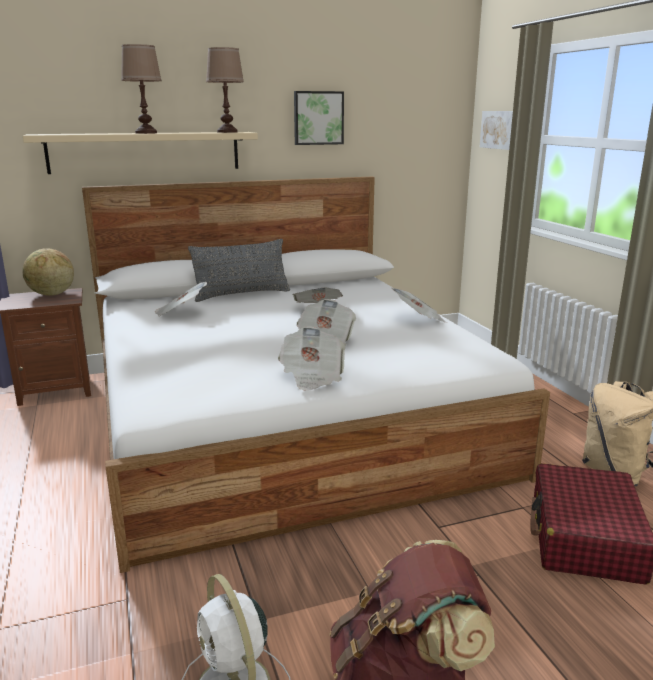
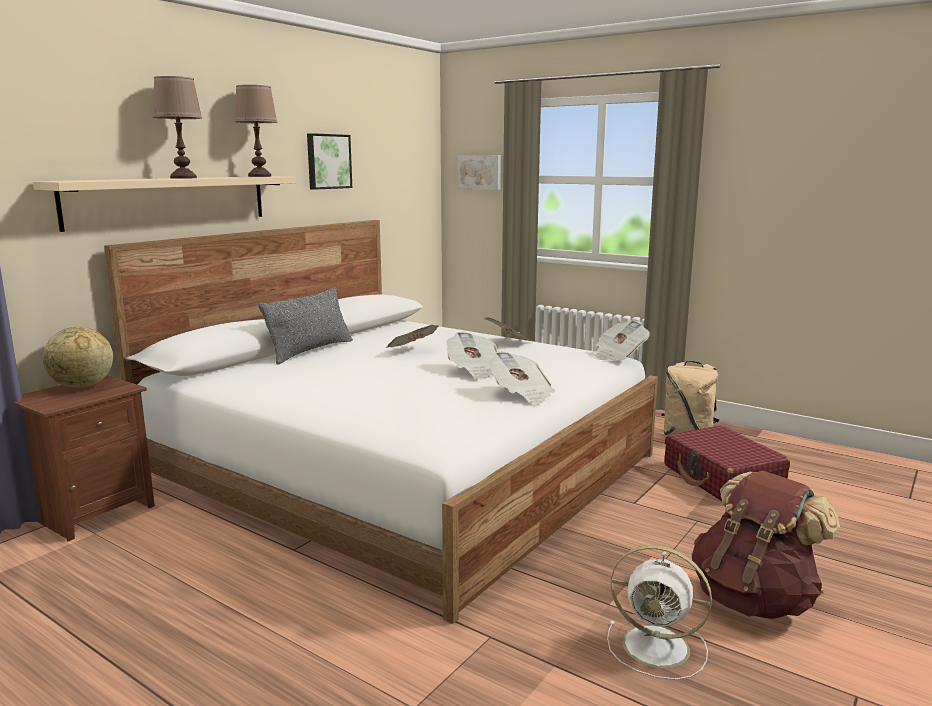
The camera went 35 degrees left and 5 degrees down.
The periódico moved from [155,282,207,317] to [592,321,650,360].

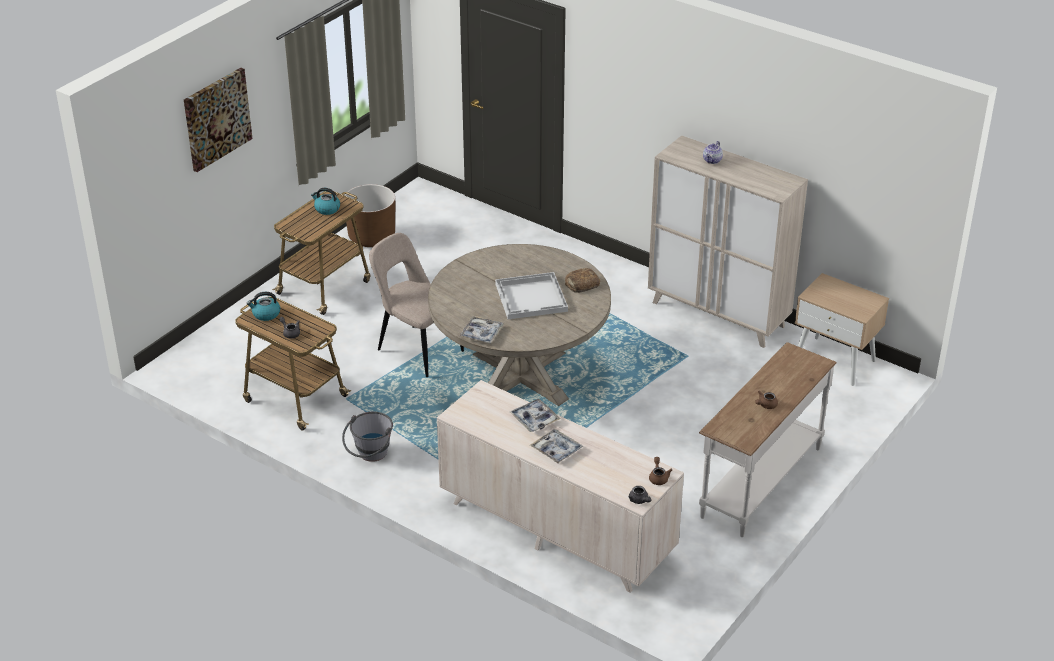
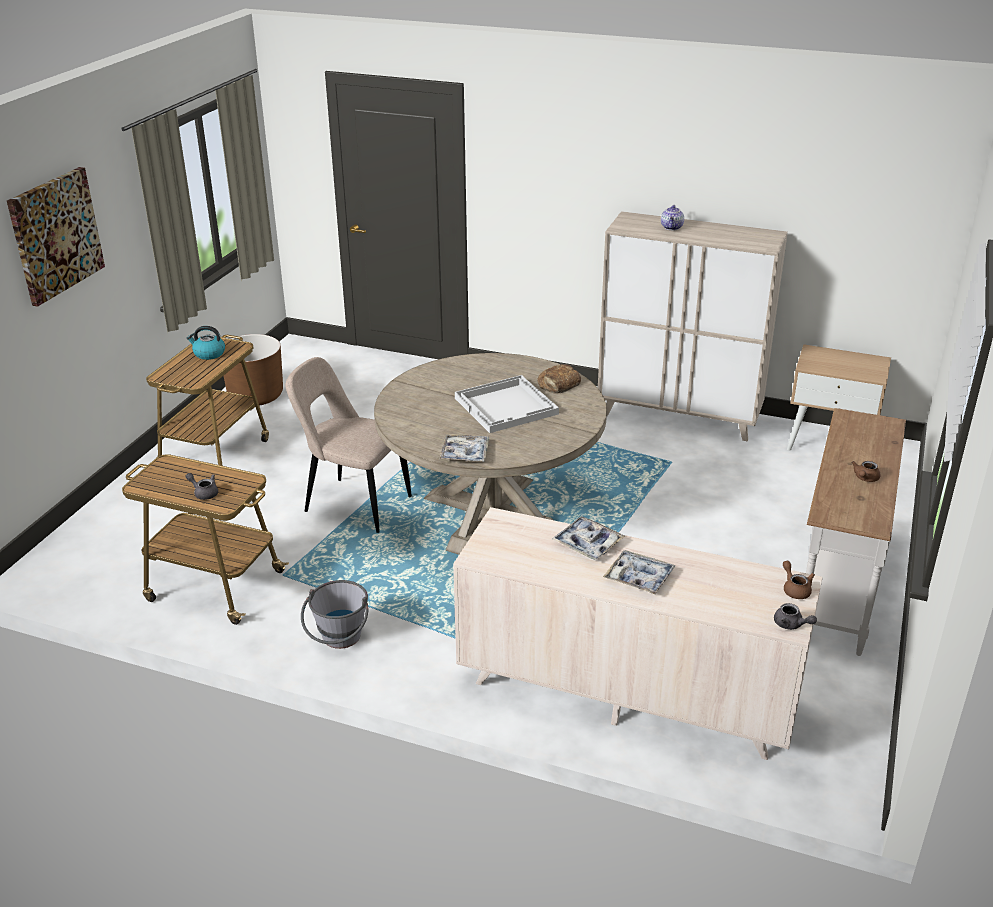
The camera went 15 degrees left and 5 degrees down.
The hervidor at [247,292,280,321] disappeared.

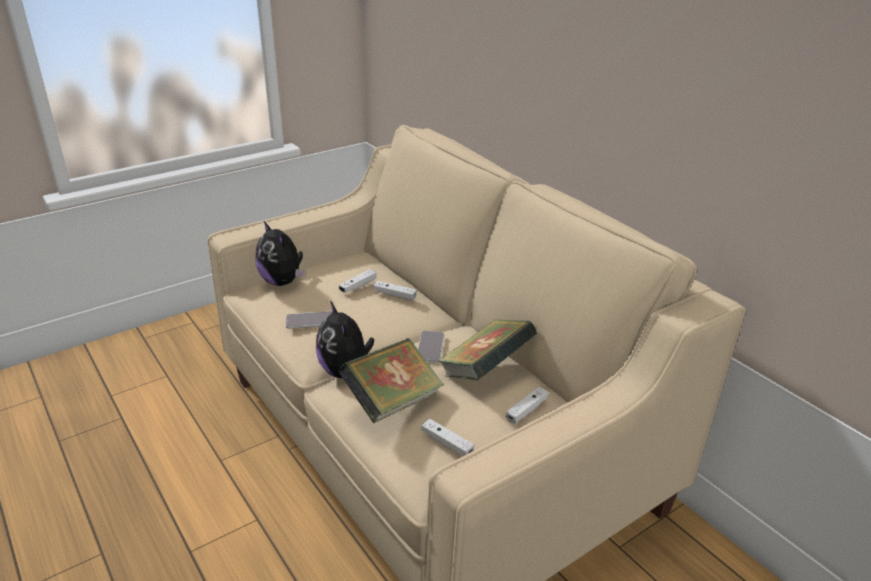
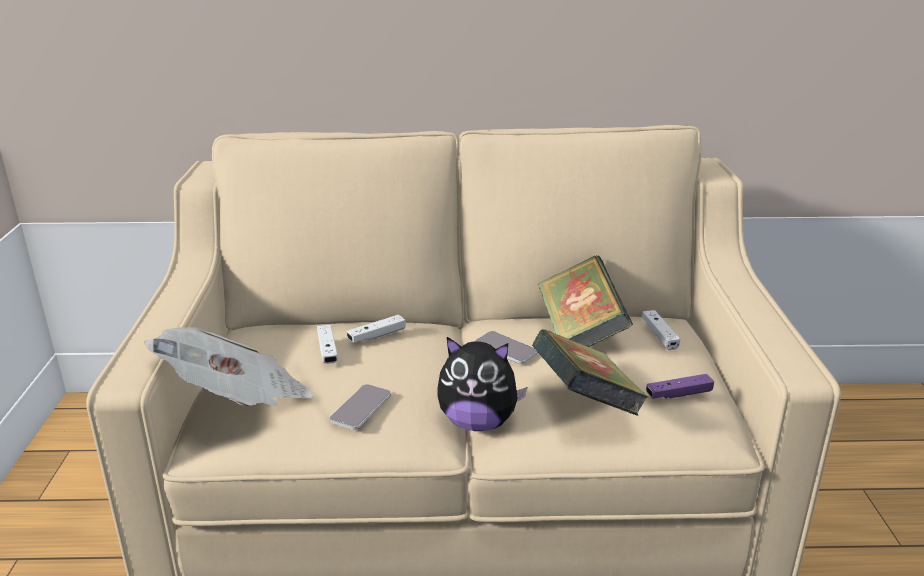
The camera went 55 degrees left and 5 degrees down.
The peluche at [255,221,305,286] was replaced by the periódico at [144,327,315,406].
The mando de consola/blanco at [421,419,474,456] became the mando de consola/morado at [646,374,714,399].

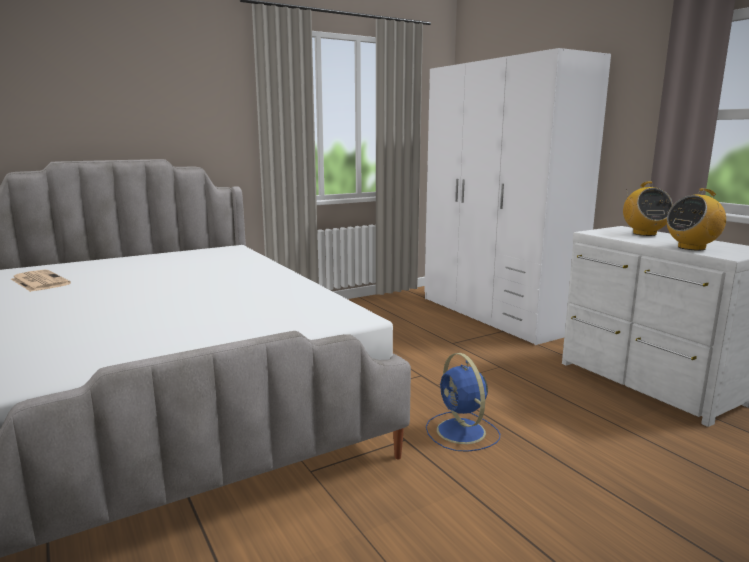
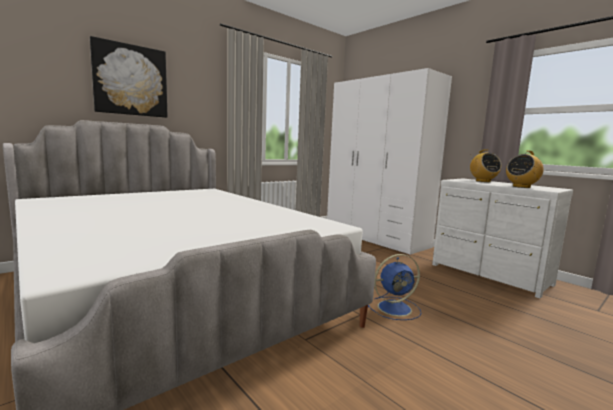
The camera went 10 degrees left and 5 degrees down.
The periódico at [11,270,71,292] disappeared.
The ventilador/azul at [426,353,500,452] turned 75 degrees counterclockwise.
The cuadro at [90,36,168,118] appeared.

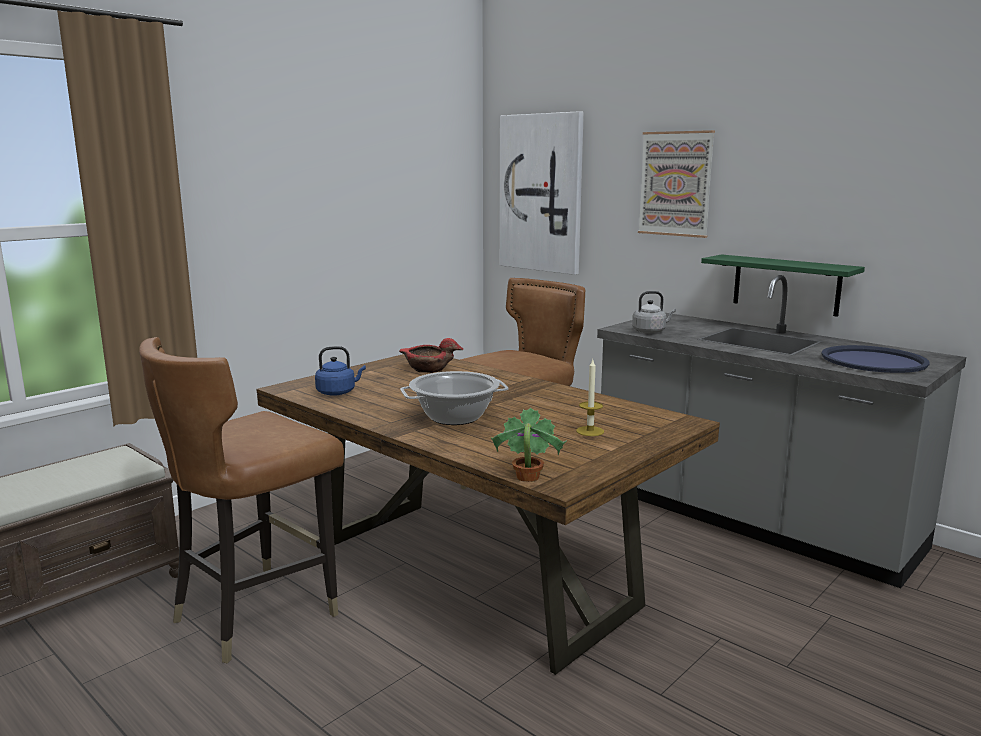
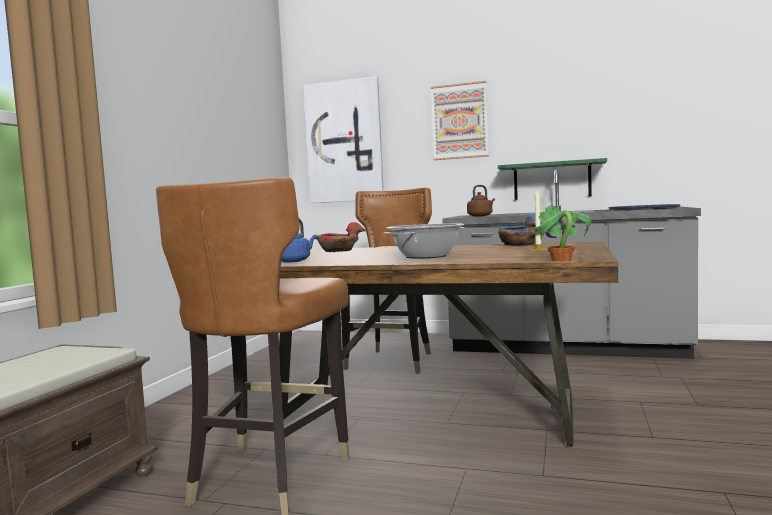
The camera went 25 degrees left and 10 degrees down.
The hervidor/gris at [632,291,676,334] became the hervidor/marrón at [467,185,495,217].
The cuenco/azul at [498,215,542,246] appeared.

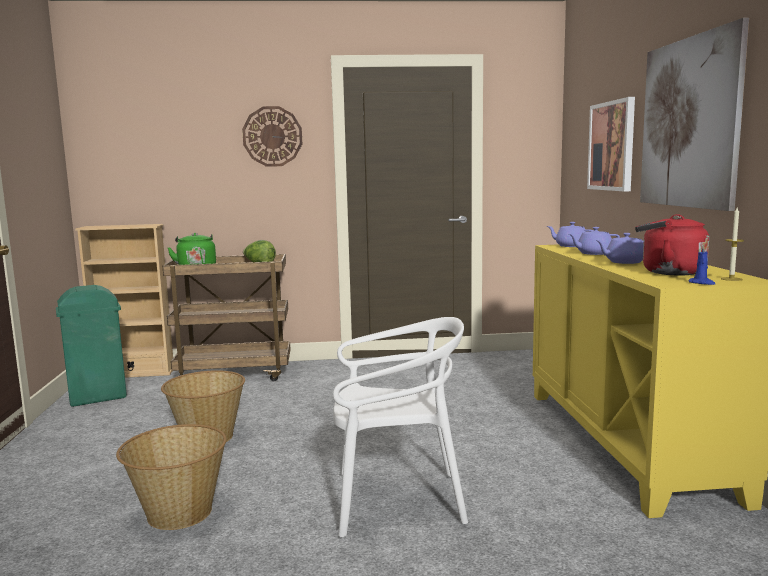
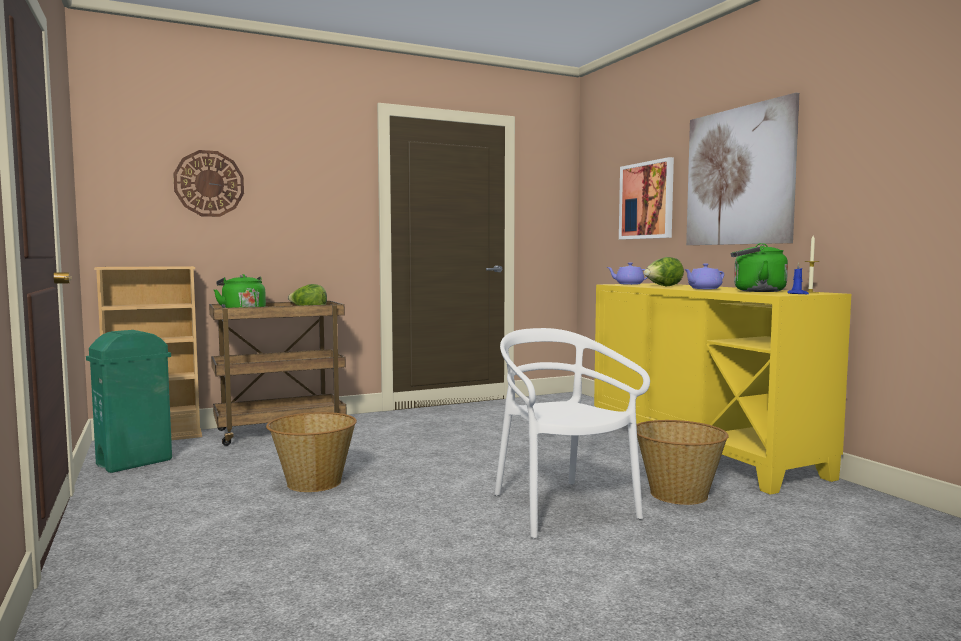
The camera went 20 degrees left and 5 degrees down.
The reloj de pared moved from [242,106,302,167] to [173,150,244,217].
The hervidor/rojo at [635,214,709,276] became the hervidor/verde at [731,243,788,292].
The tetera/morado at [569,227,620,255] was replaced by the lechuga at [644,257,684,287].
The silla/blanco at [333,317,468,537] turned 90 degrees counterclockwise.
The cesta moved from [116,424,227,530] to [637,420,729,505].

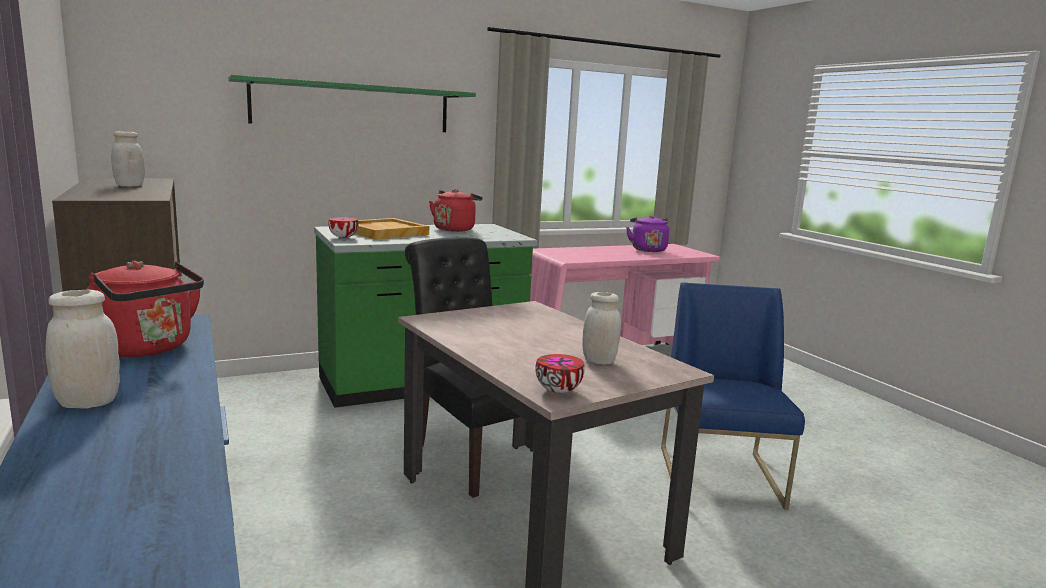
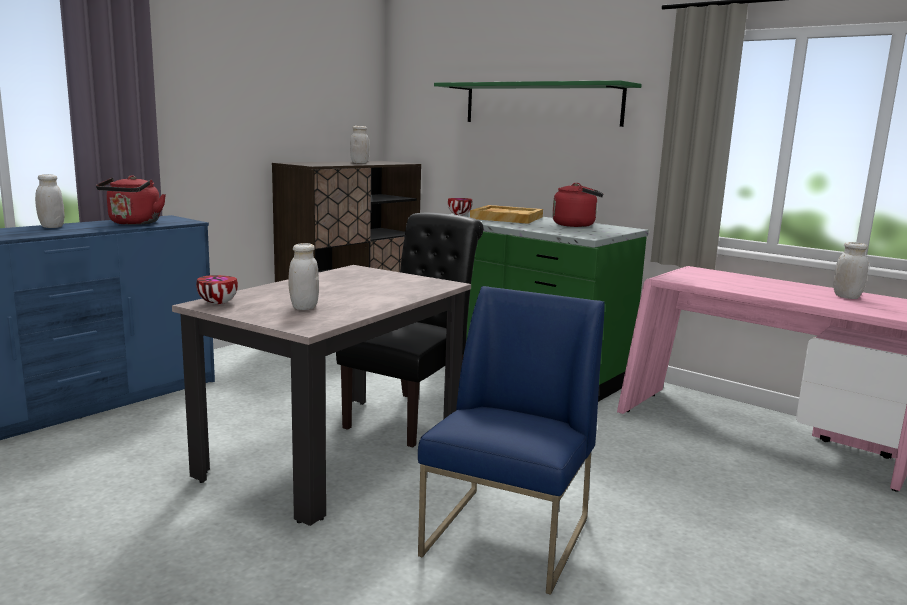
The camera went 65 degrees right and 0 degrees up.
The hervidor/morado at [626,215,669,252] was replaced by the tarro/blanco at [833,242,868,299].
The silla/azul at [661,282,805,510] turned 45 degrees counterclockwise.

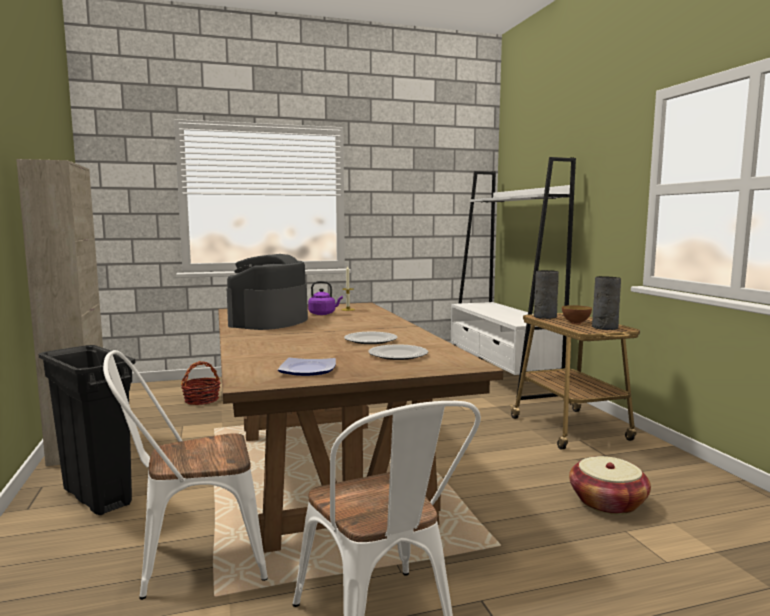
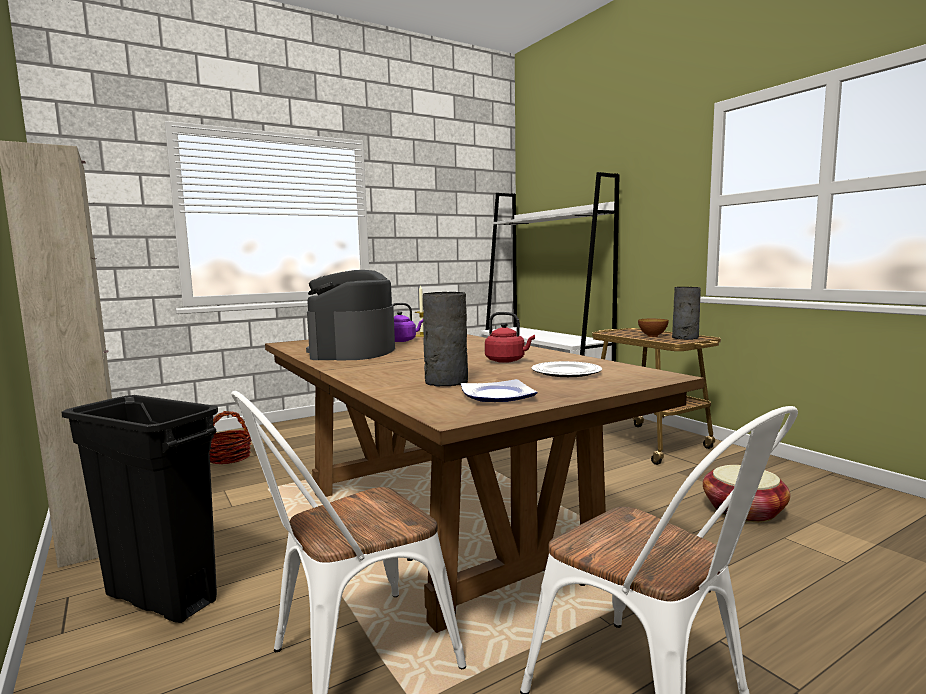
The camera went 15 degrees left and 0 degrees up.
The florero/gris moved from [534,270,559,319] to [423,292,468,386].
The plato at [344,332,398,344] was replaced by the hervidor/rojo at [485,312,535,363].

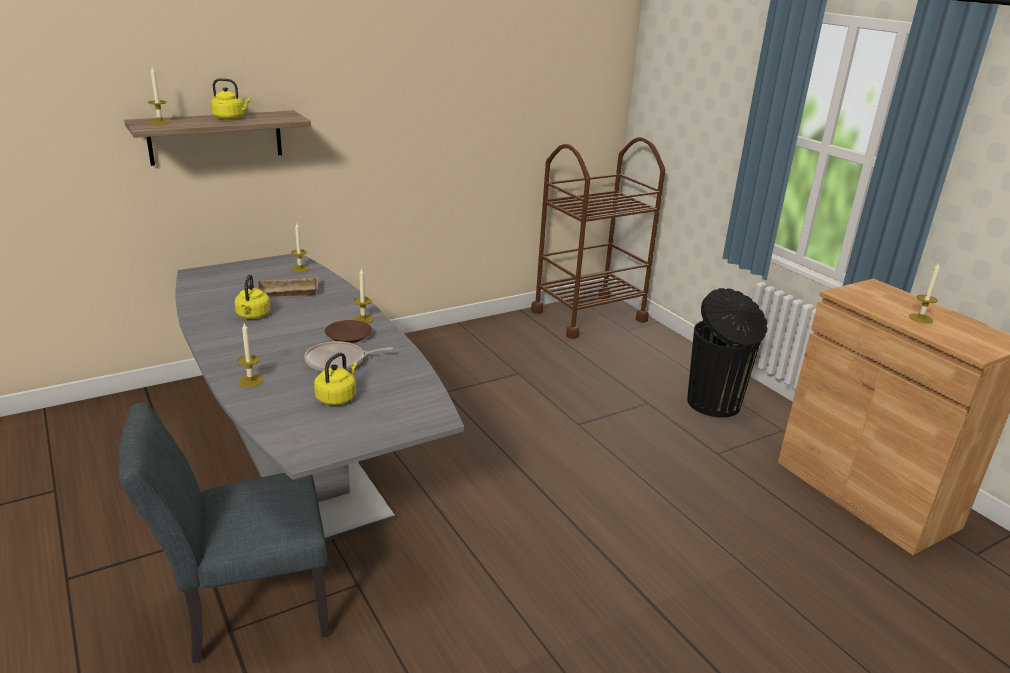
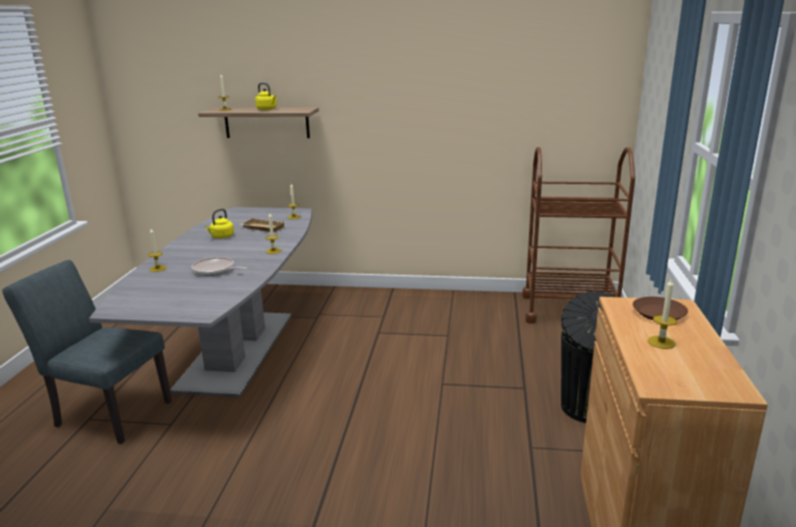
The camera went 40 degrees right and 5 degrees down.
The plato/marrón moved from [325,320,372,343] to [633,297,688,320].
The hervidor/amarillo at [314,353,358,405] disappeared.

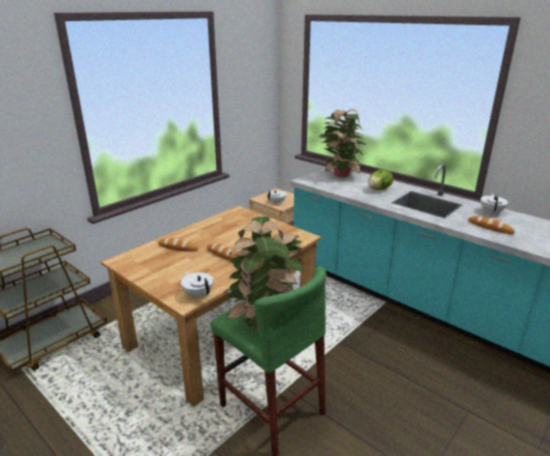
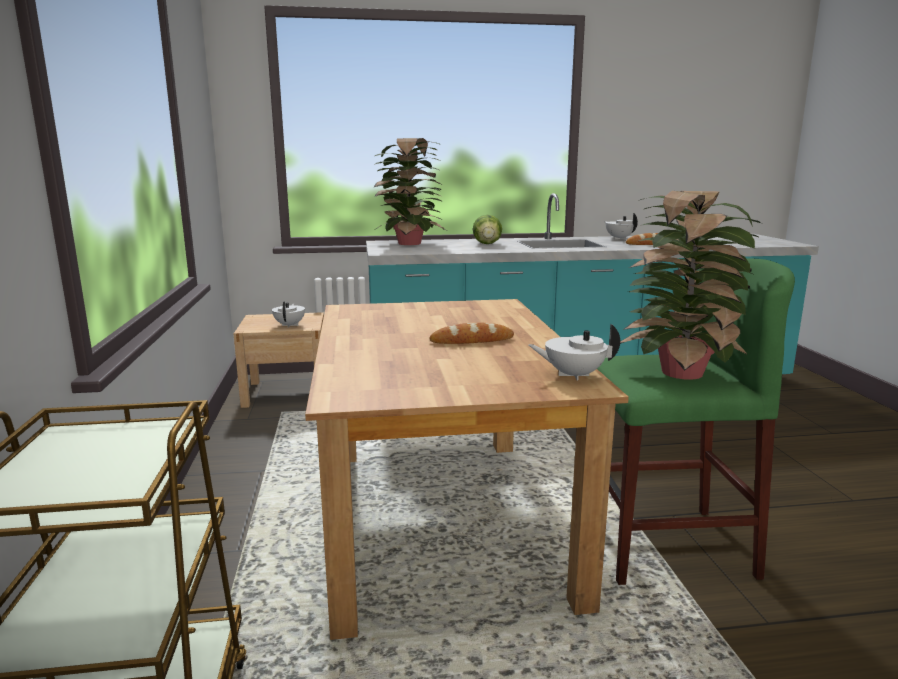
The camera went 50 degrees left and 10 degrees down.
The pan at [158,238,198,252] disappeared.

